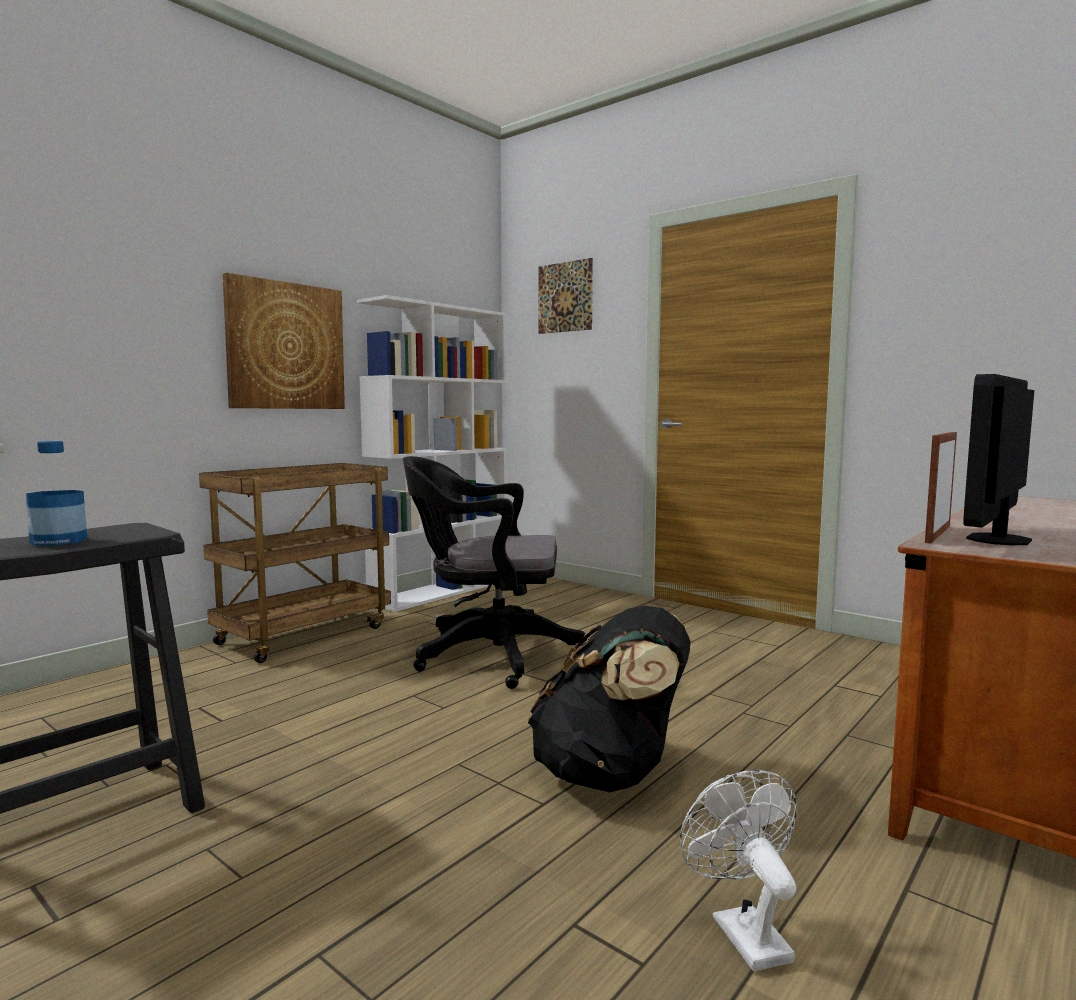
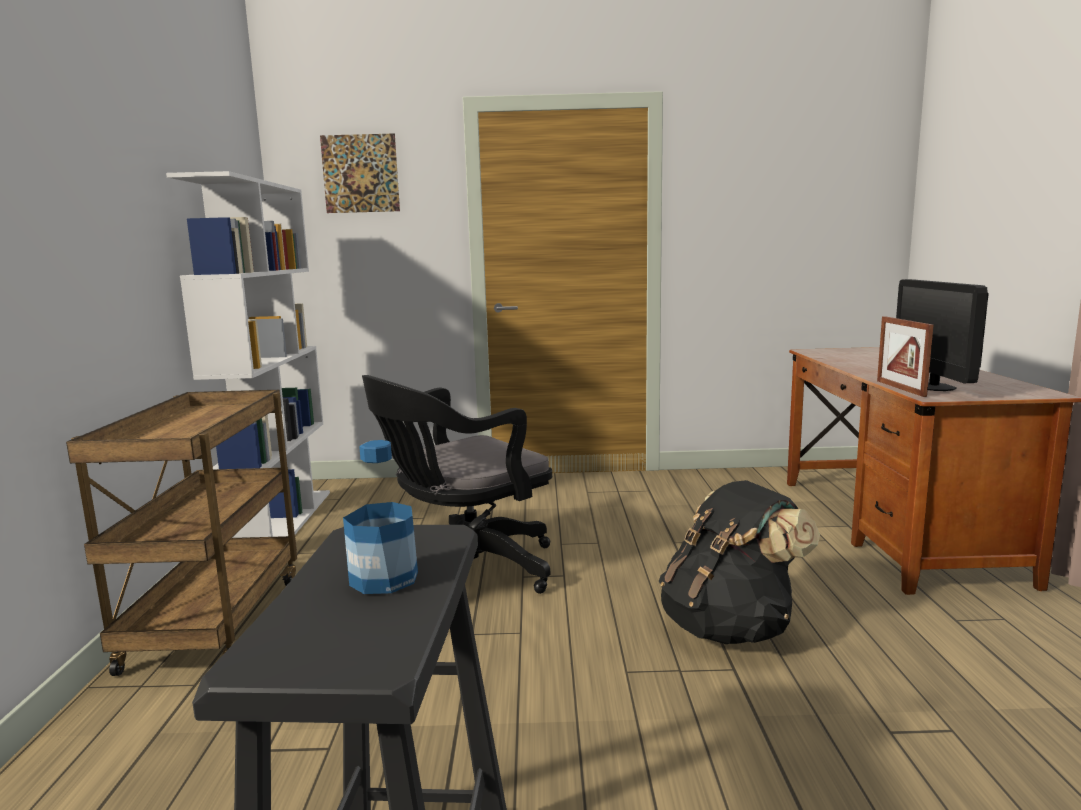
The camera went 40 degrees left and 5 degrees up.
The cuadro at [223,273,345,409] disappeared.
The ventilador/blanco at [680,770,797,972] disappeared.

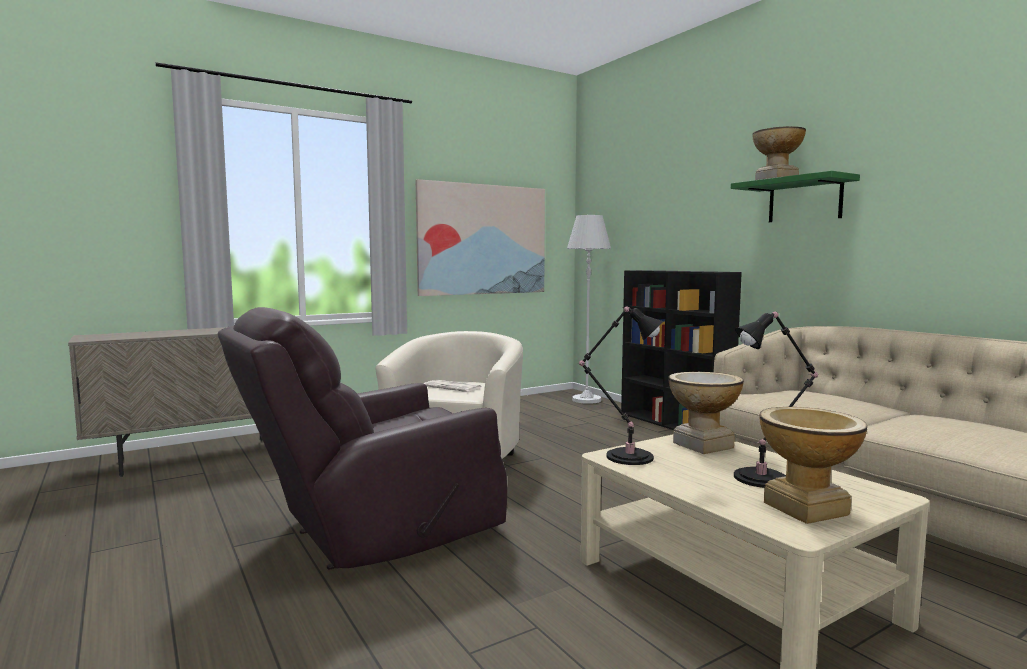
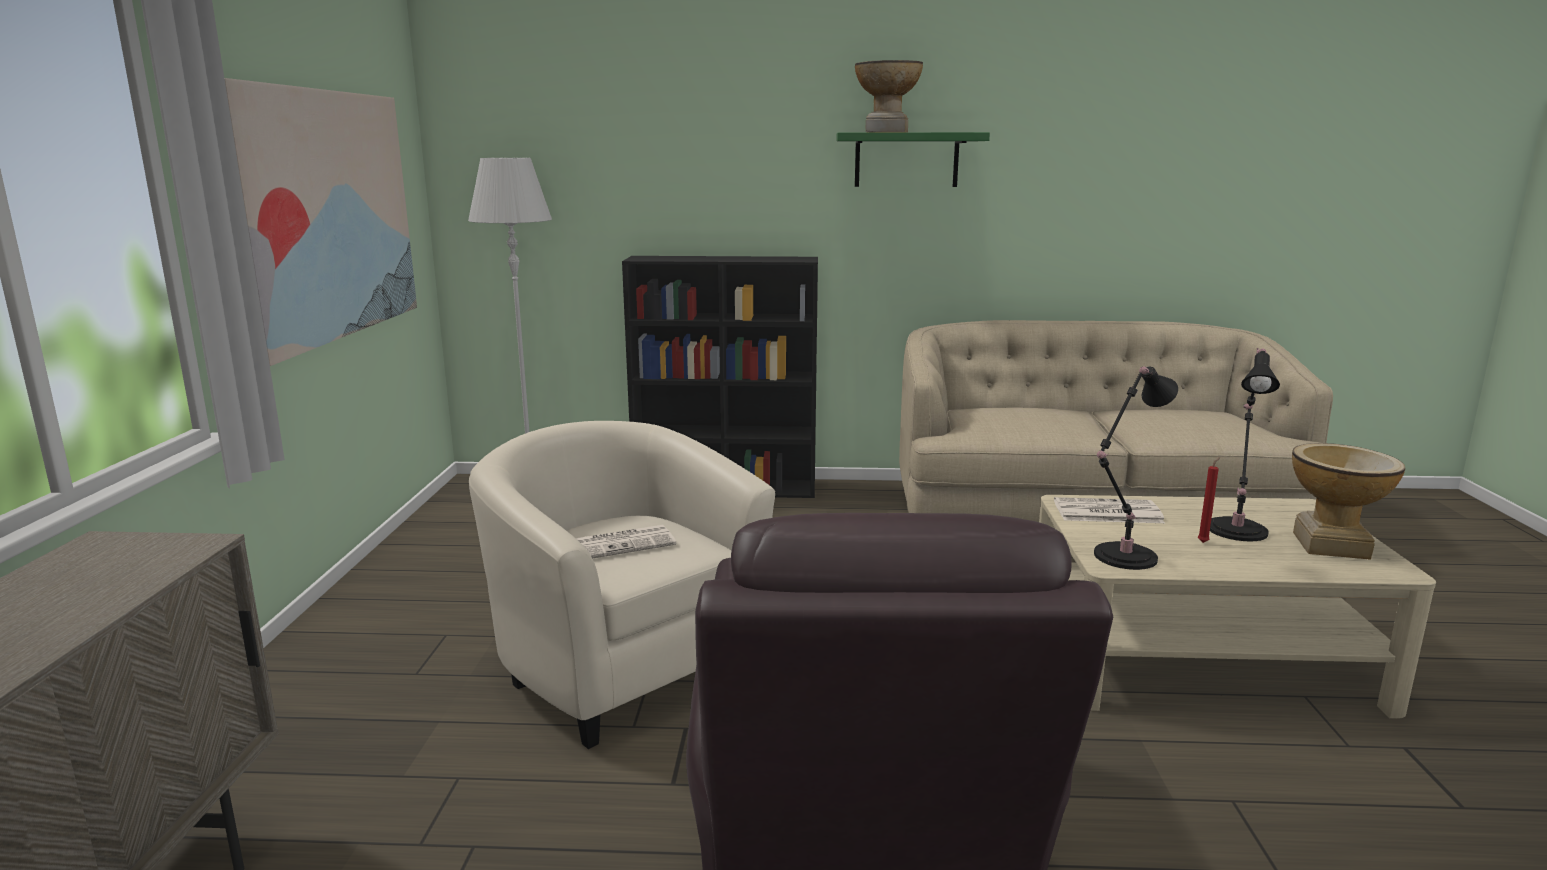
The camera went 55 degrees left and 10 degrees up.
The florero at [668,372,744,454] was replaced by the periódico at [1054,497,1165,523].
The vela/rojo at [1198,457,1220,543] appeared.

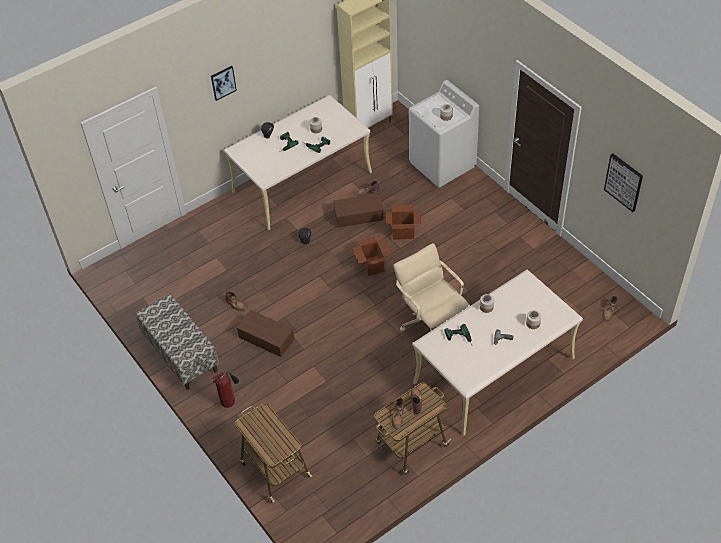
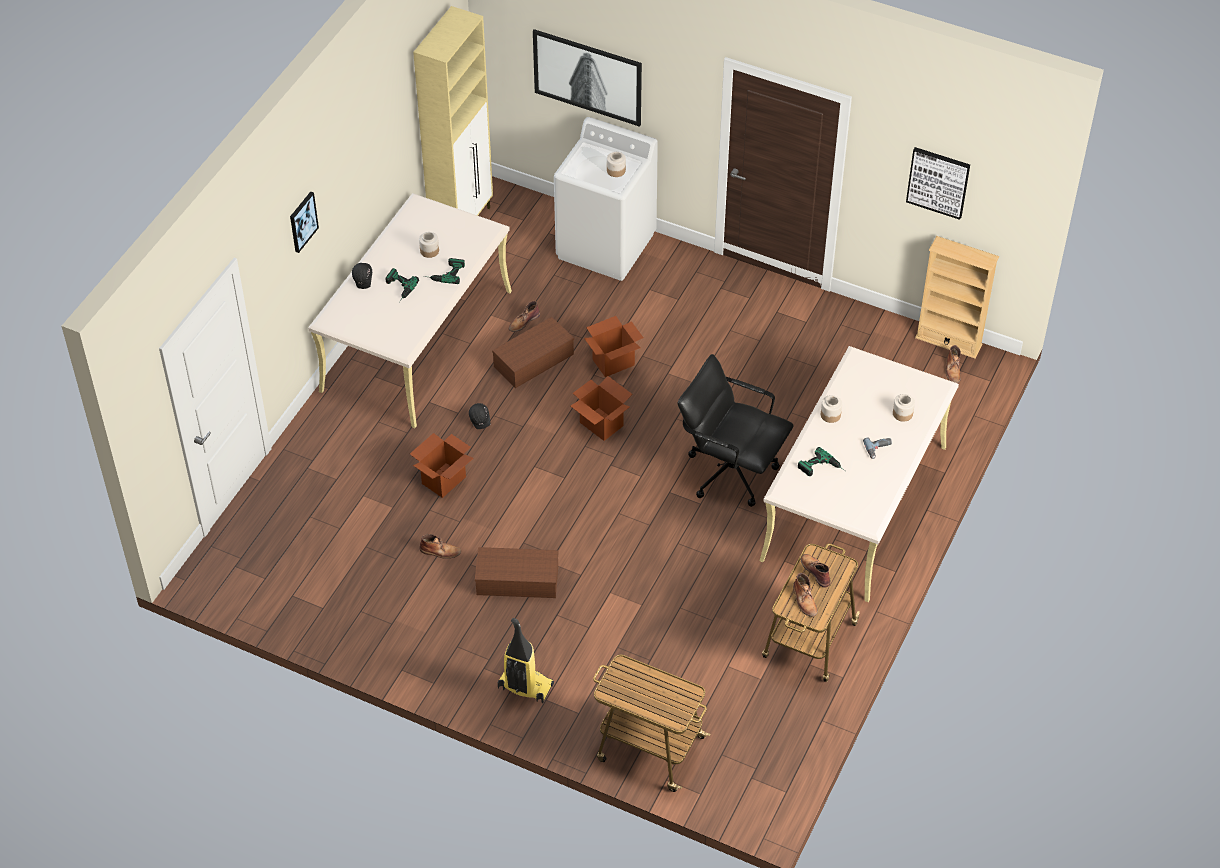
The camera went 30 degrees left and 0 degrees up.
The silla de oficina/beis at [394,243,470,331] became the silla de oficina/negro at [677,354,794,507].
The banco at [136,294,219,390] disappeared.
The extintor at [212,372,239,408] was replaced by the aspiradora at [498,618,554,704].
The cuadro at [533,29,642,127] appeared.
The estantería/beis at [915,236,999,359] appeared.
The caja de cartón at [410,433,473,498] appeared.

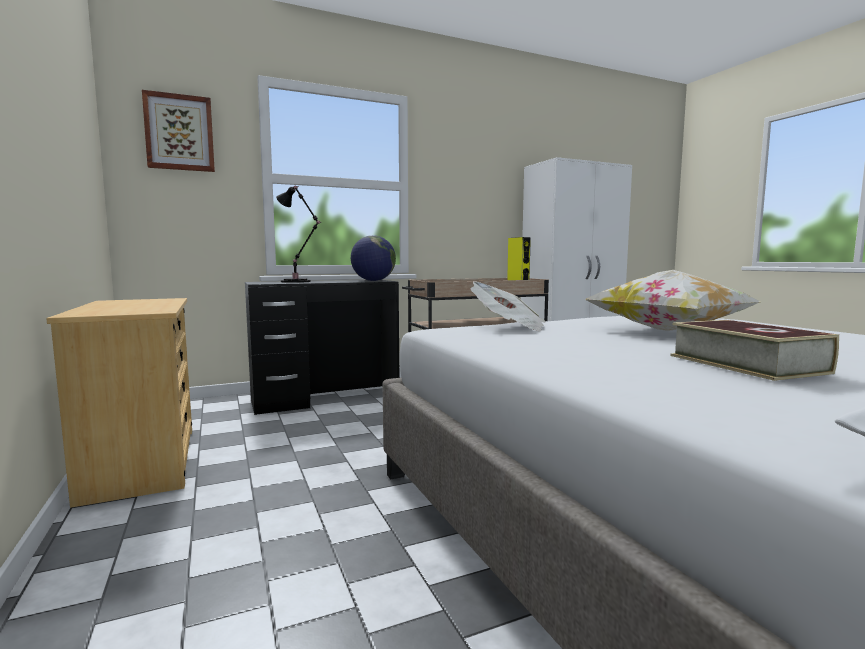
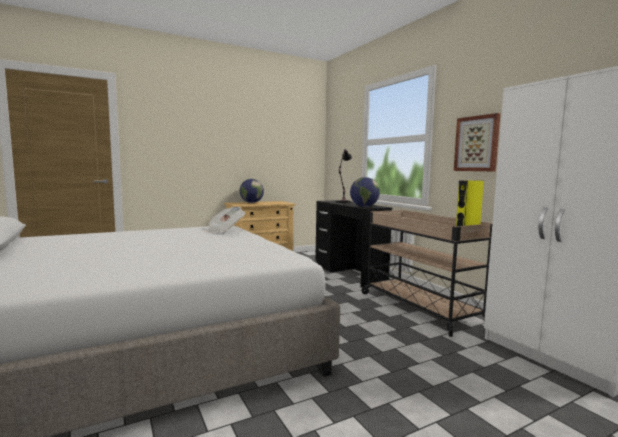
The camera went 85 degrees right and 0 degrees up.
The cuadro moved from [142,90,215,172] to [454,113,500,171].
The cojín at [585,270,760,331] disappeared.
The libro at [670,320,839,381] disappeared.
The globo terráqueo at [240,179,264,203] appeared.

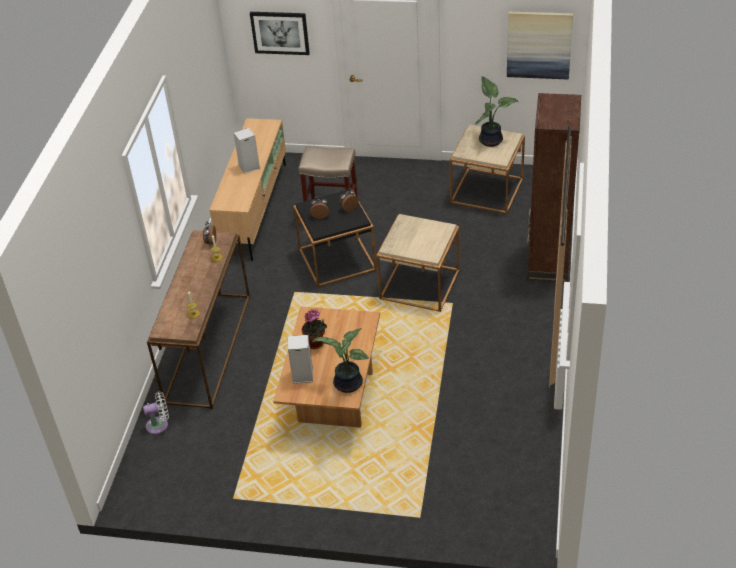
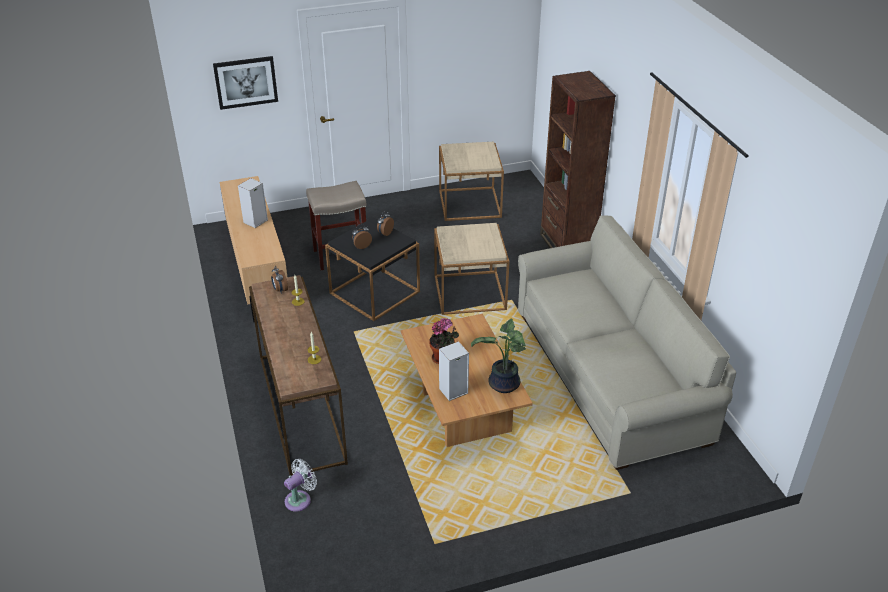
The camera went 30 degrees left and 5 degrees down.
The cuadro at [507,12,573,79] disappeared.
The planta en maceta at [475,76,518,147] disappeared.
The sofá/beis at [518,215,736,470] appeared.

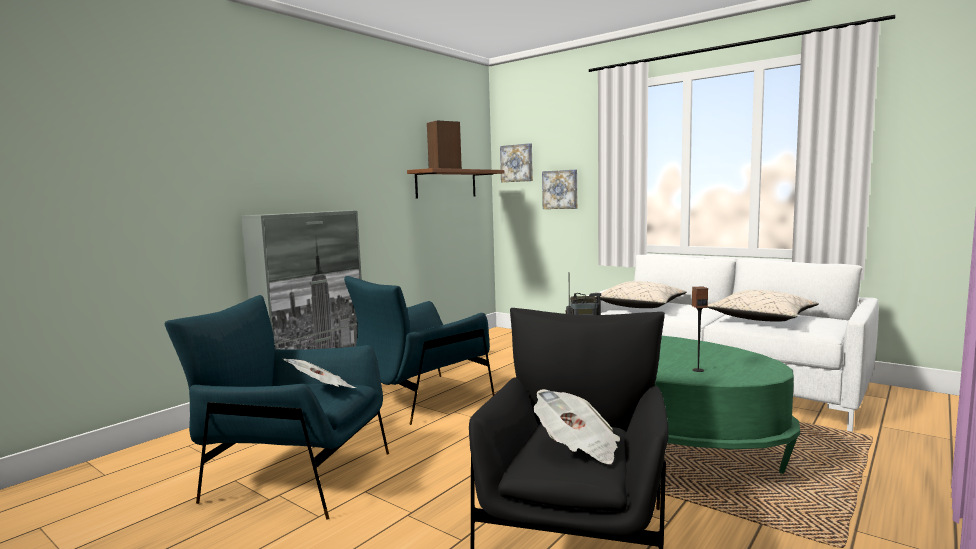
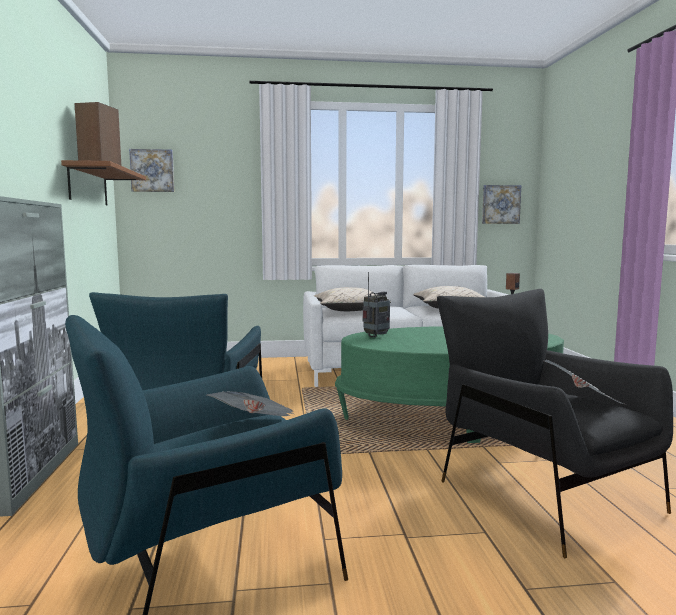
The camera went 45 degrees left and 0 degrees up.
The cuadro moved from [542,170,577,209] to [482,185,521,224].

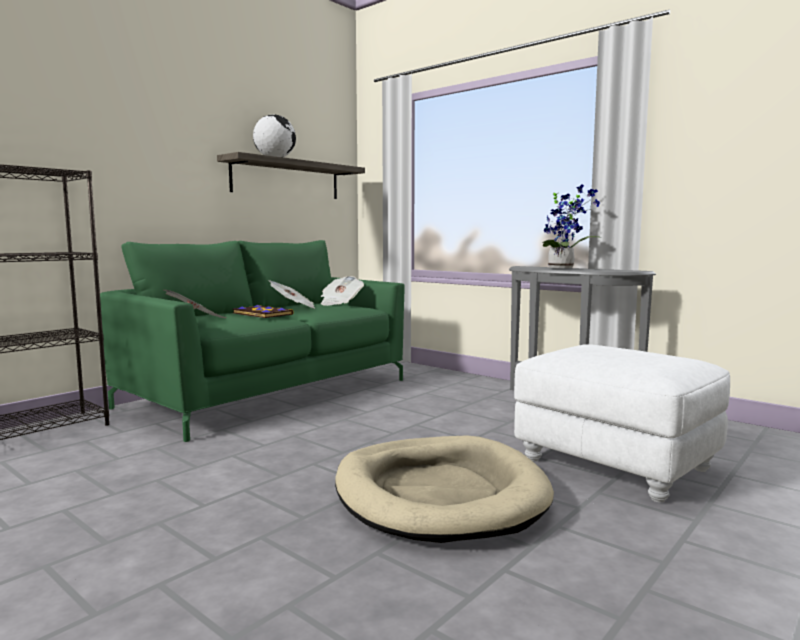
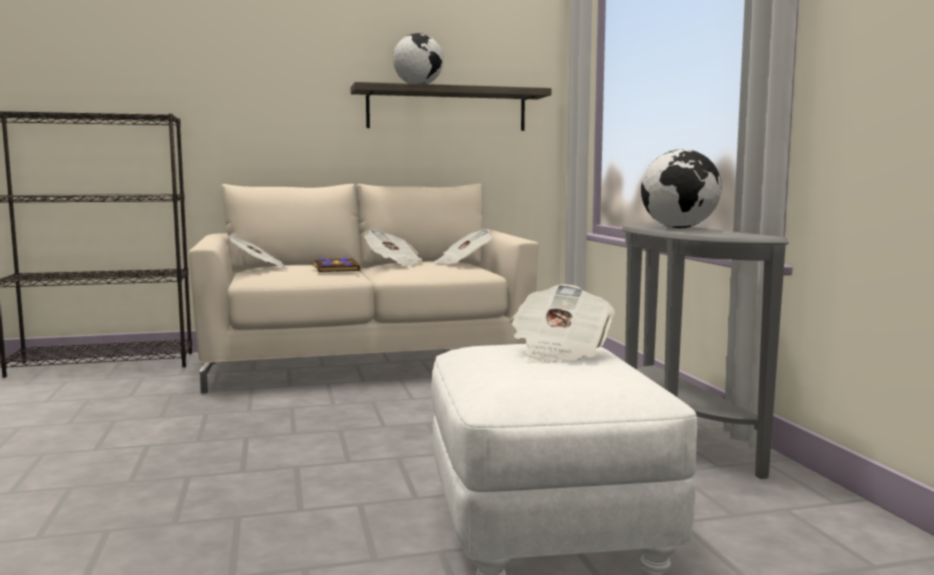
The camera went 35 degrees right and 0 degrees up.
The planta en maceta at [542,184,601,269] was replaced by the globo terráqueo at [641,149,722,228].
The sofá/verde at [100,240,405,442] became the sofá/beis at [189,184,539,394].
The cama para perro/beis at [335,436,554,543] disappeared.
The periódico at [511,284,615,364] appeared.

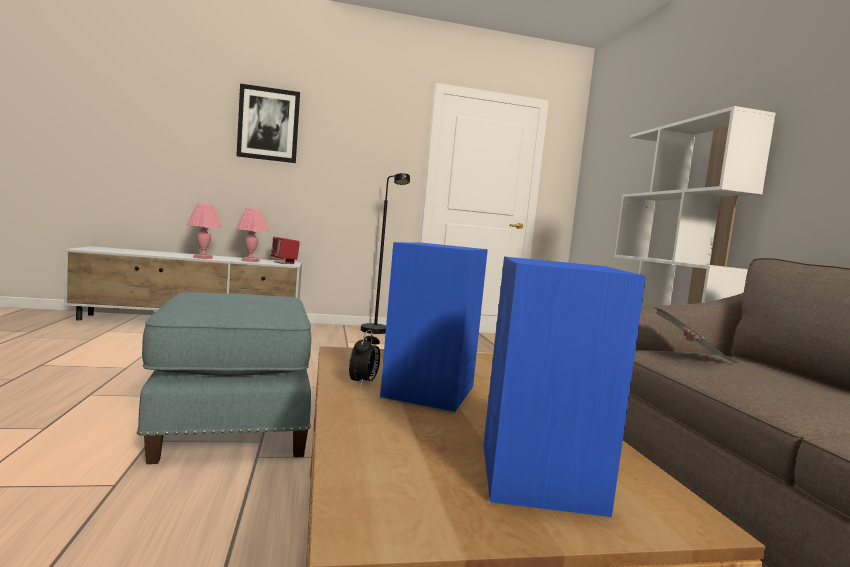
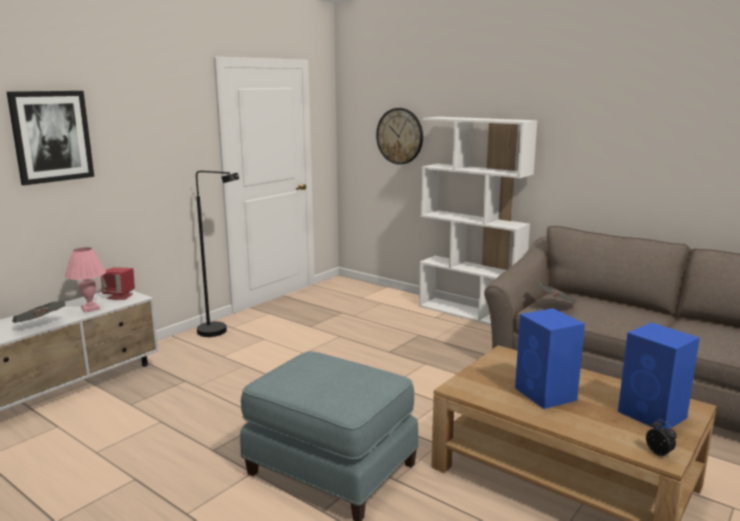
The camera went 40 degrees left and 10 degrees up.
The lámpara de mesa/rosa at [187,204,222,259] was replaced by the periódico at [12,301,66,323].
The despertador moved from [349,330,380,387] to [646,419,677,458].
The reloj de pared at [376,108,423,164] appeared.

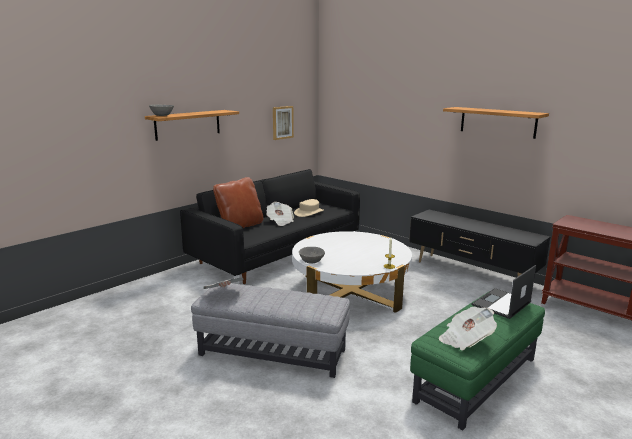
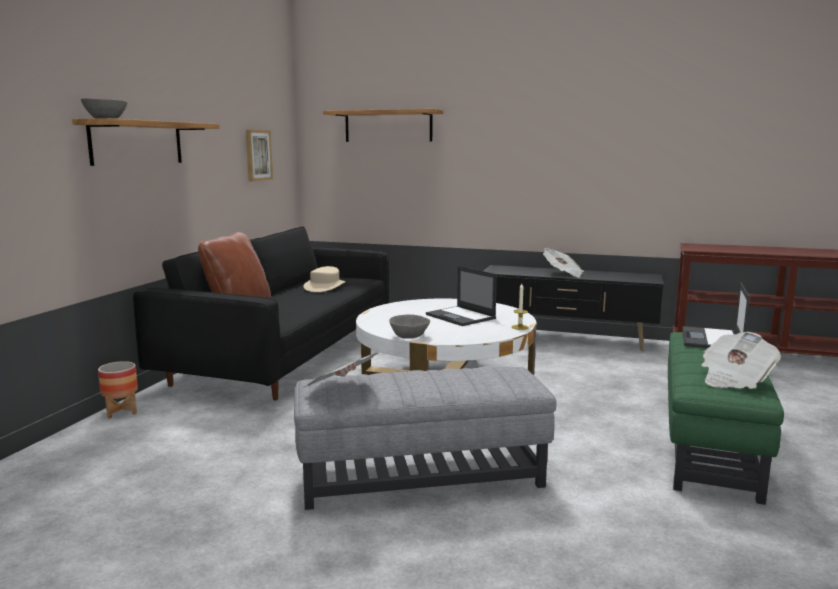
The camera went 25 degrees left and 5 degrees down.
The estante moved from [443,107,549,139] to [323,109,443,142].
The periódico moved from [266,202,294,226] to [543,248,584,278].
The portátil at [426,266,497,326] appeared.
The maceta at [98,361,138,419] appeared.

